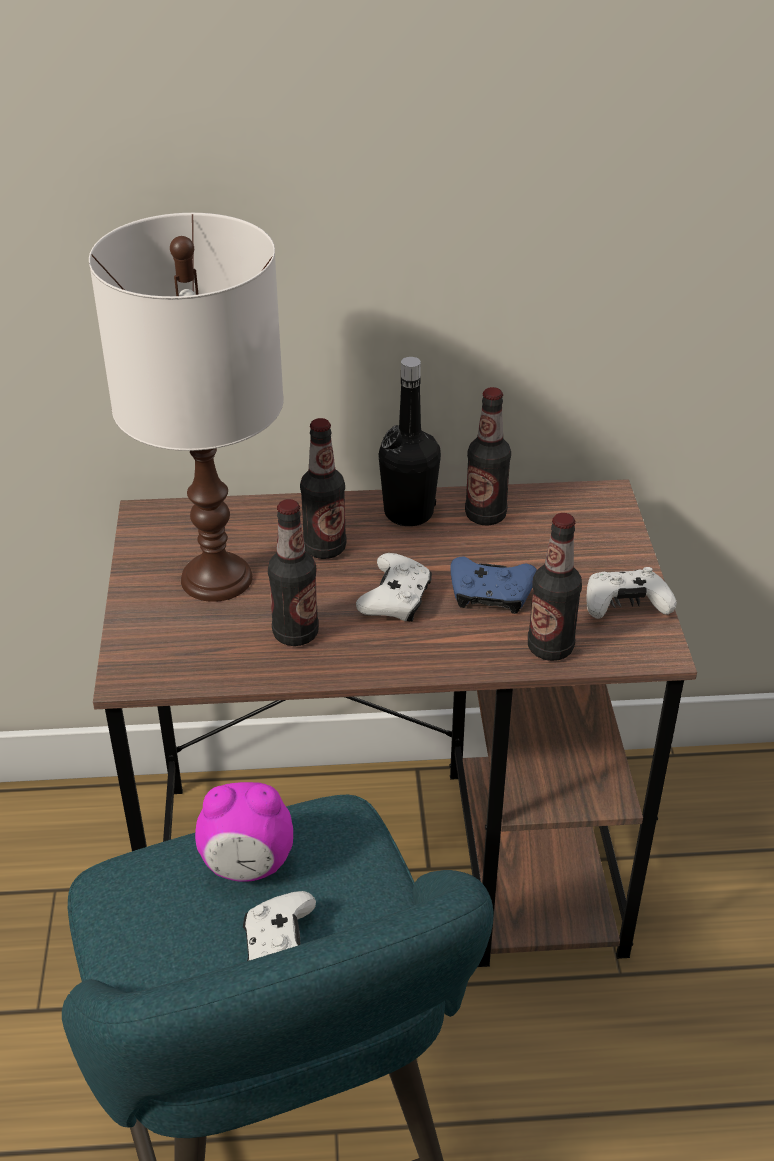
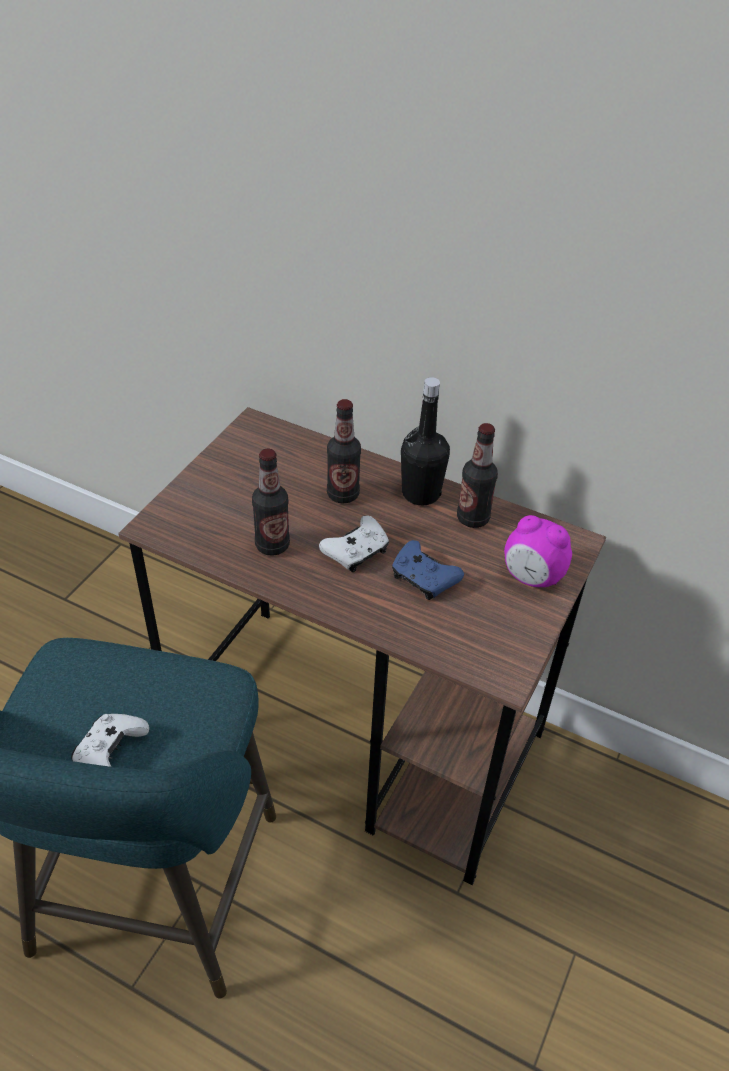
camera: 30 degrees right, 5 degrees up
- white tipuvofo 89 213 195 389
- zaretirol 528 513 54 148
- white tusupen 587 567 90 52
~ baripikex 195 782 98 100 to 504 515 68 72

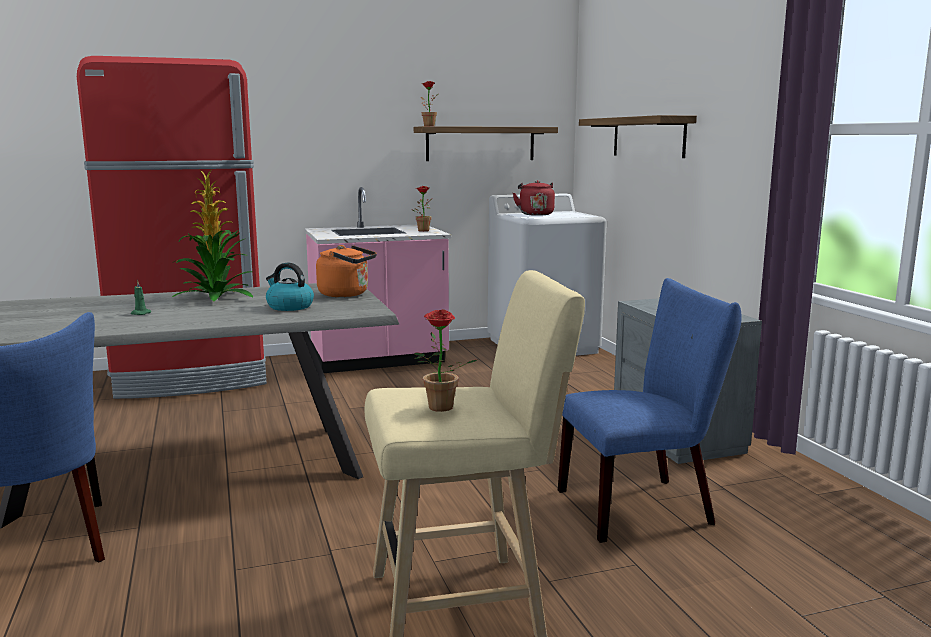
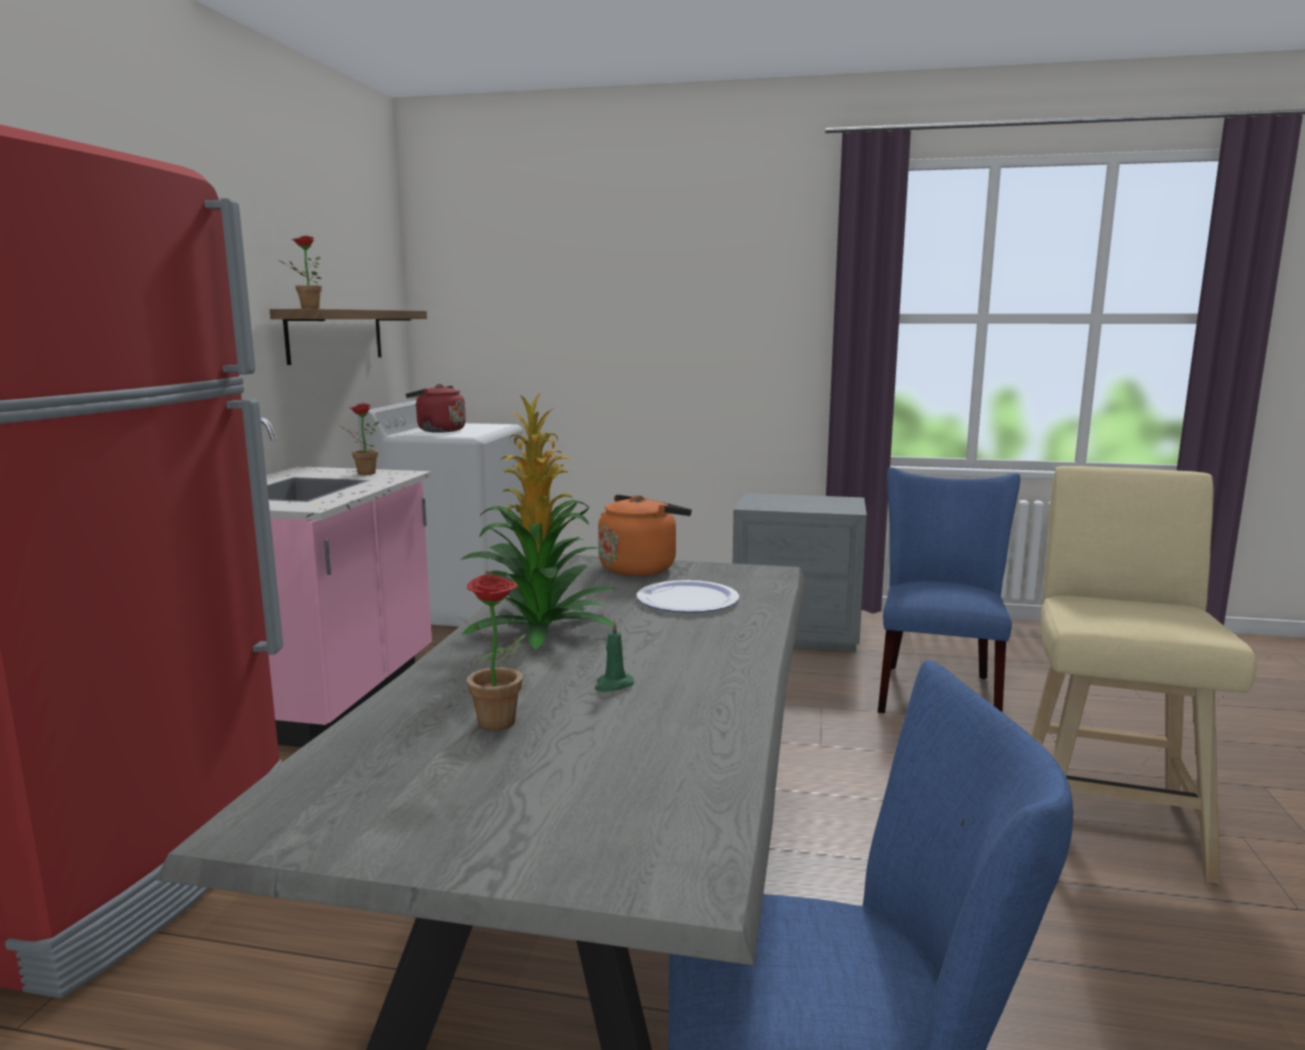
camera: 60 degrees left, 0 degrees up
- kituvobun 579 115 118 43
~ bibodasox 266 263 48 48 to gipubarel 636 580 103 33
~ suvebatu 414 309 63 103 to 458 574 68 156

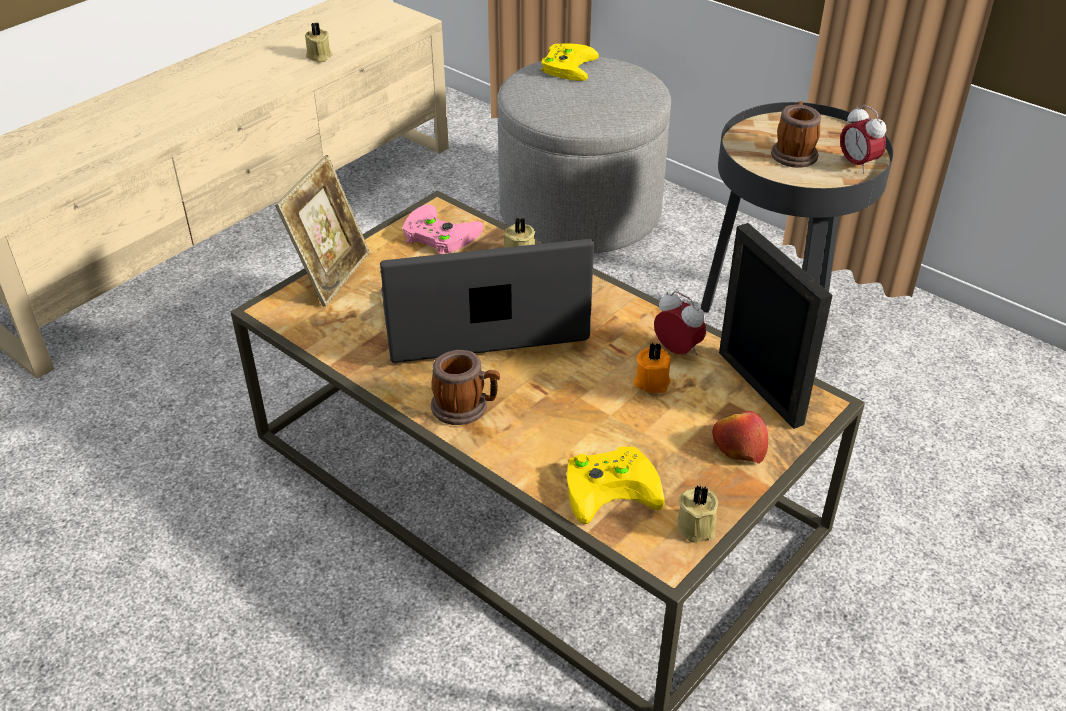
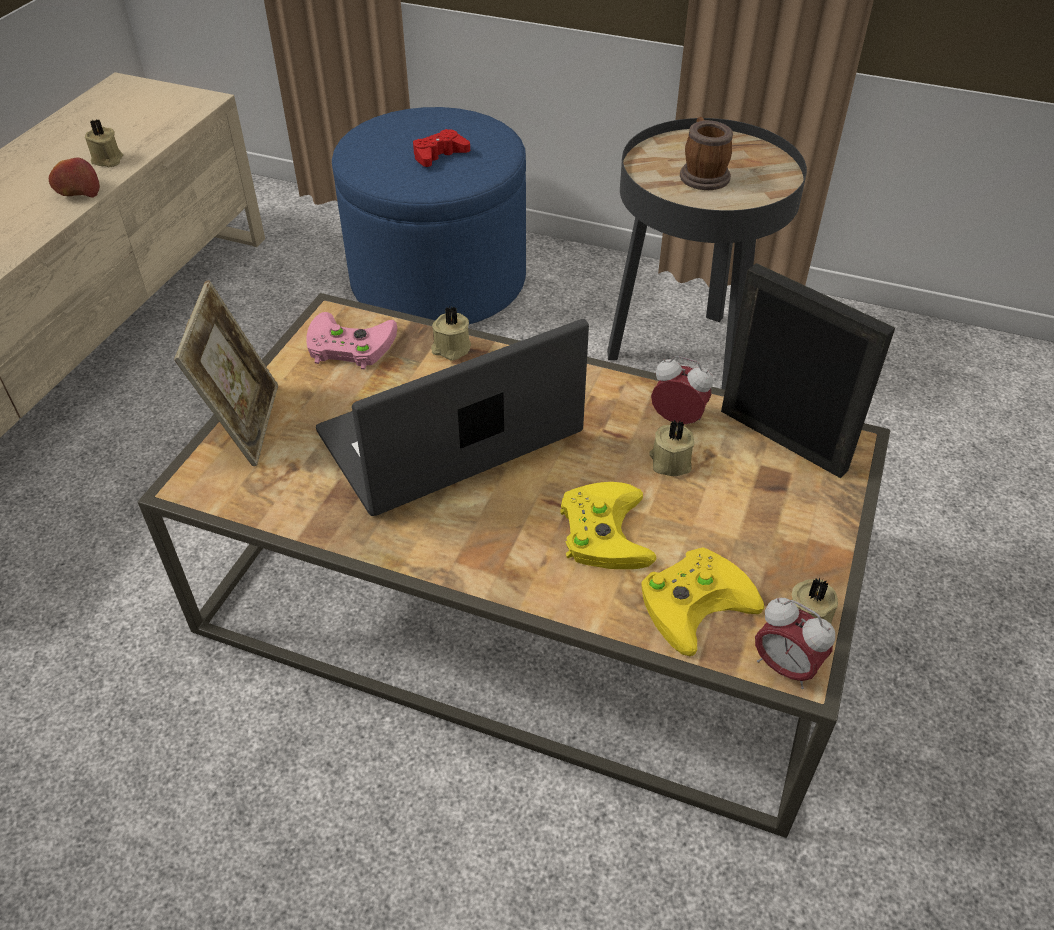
camera: 20 degrees left, 5 degrees up
~ yellow tusupen 541 43 58 38 to 560 482 96 87
~ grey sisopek 497 57 174 196 to blue sisopek 332 107 194 217
~ baripikex 840 105 47 69 to 755 598 80 91
~ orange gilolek 634 342 37 51 to beige gilolek 649 420 45 56
- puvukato 431 350 69 75
~ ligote 712 411 56 53 to 49 158 51 40
+ red tusupen 413 129 57 38

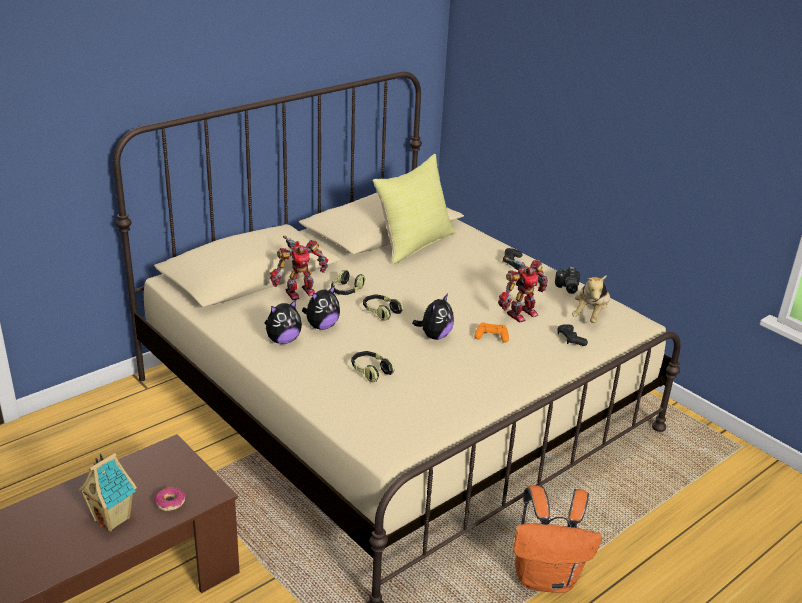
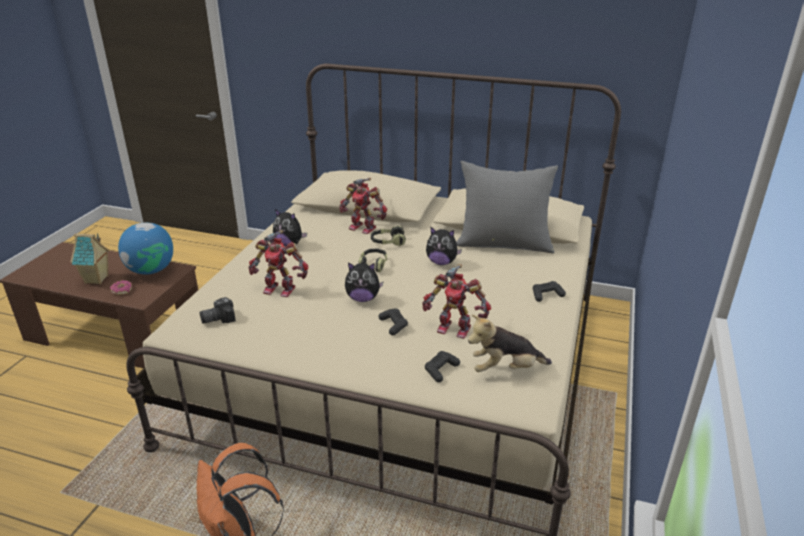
camera: 60 degrees right, 0 degrees up
~ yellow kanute 373 154 83 110 to grey kanute 456 161 102 92
~ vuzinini 555 267 25 27 to 200 297 36 27
~ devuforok 302 285 38 45 to 426 227 36 38
~ orange tusupen 474 322 35 21 to black tusupen 379 308 29 27
~ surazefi 351 351 44 31 to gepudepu 249 230 59 67
+ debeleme 118 222 55 52

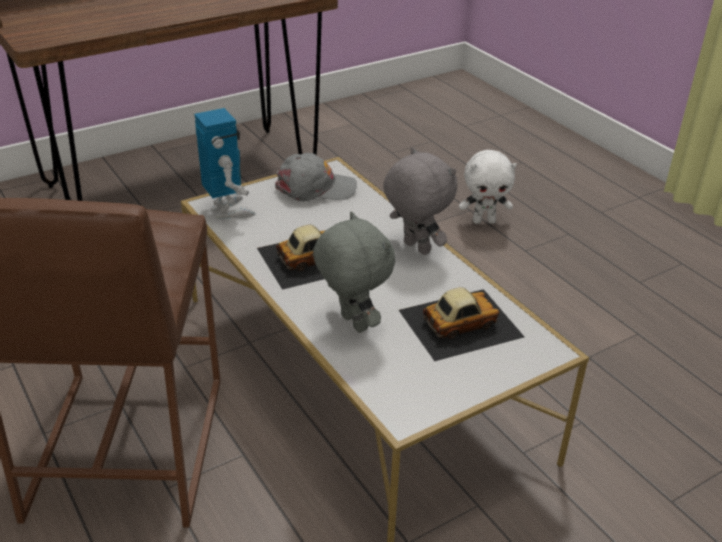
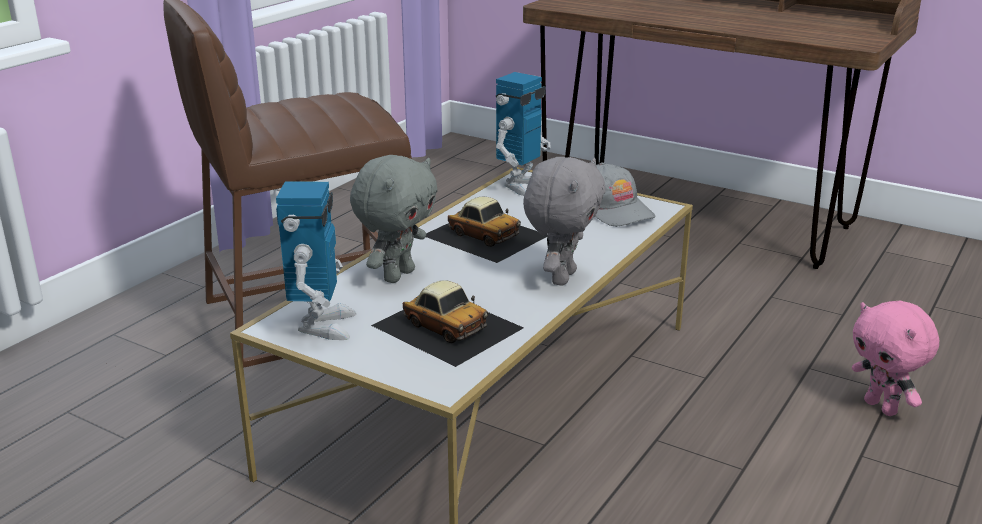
camera: 65 degrees right, 10 degrees down
~ white devuforok 459 150 58 74 to pink devuforok 852 301 87 115
+ gepudepu 276 181 81 159

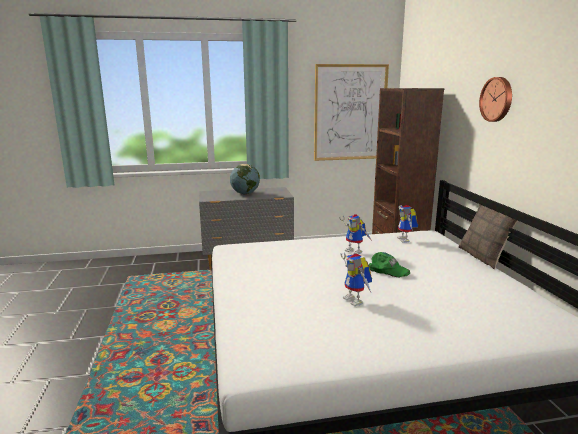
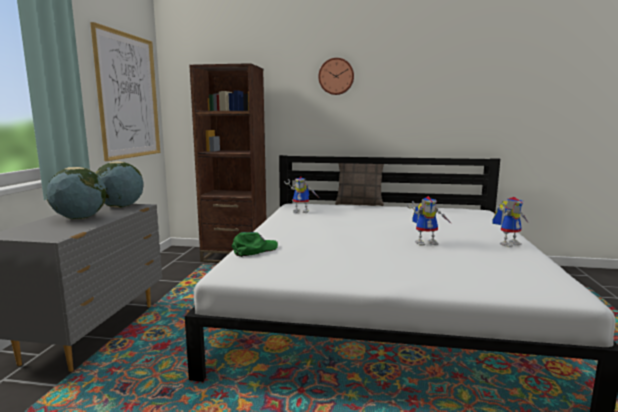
camera: 70 degrees left, 5 degrees down
~ gepudepu 339 214 34 40 to 492 197 36 50
~ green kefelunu 369 252 41 25 to 231 232 47 25
+ debeleme 96 161 47 47

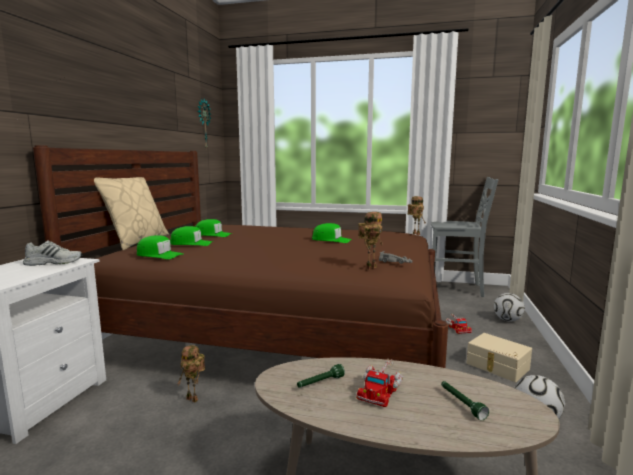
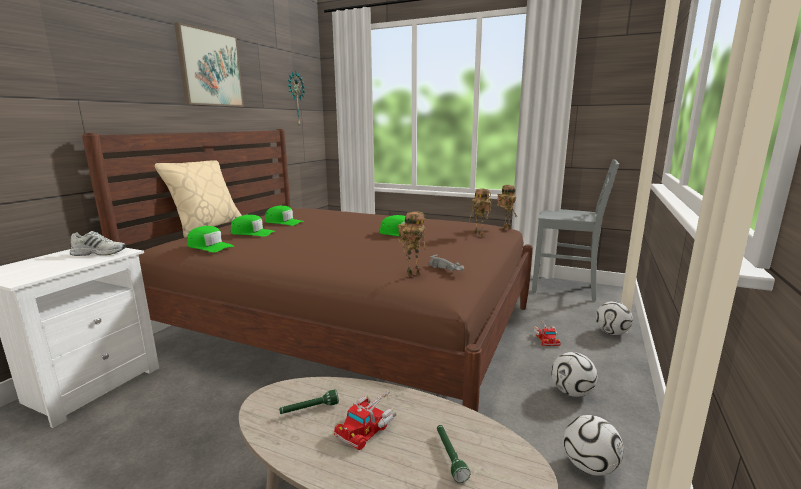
camera: 10 degrees right, 5 degrees up
~ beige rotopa 467 333 65 49 to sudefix 551 352 47 45
~ gepudepu 178 345 27 57 to 469 189 23 48
+ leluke 174 22 70 85

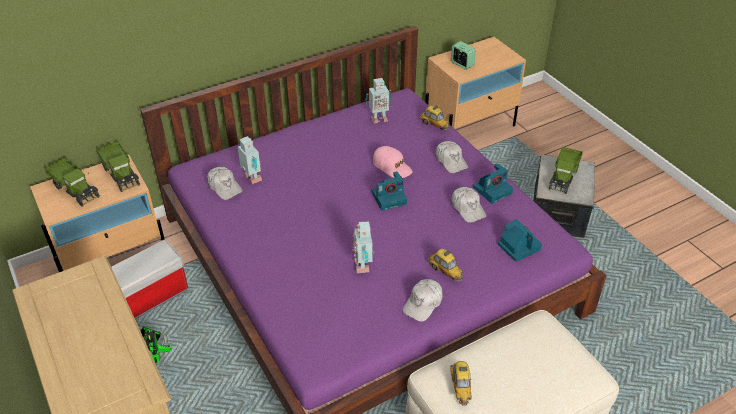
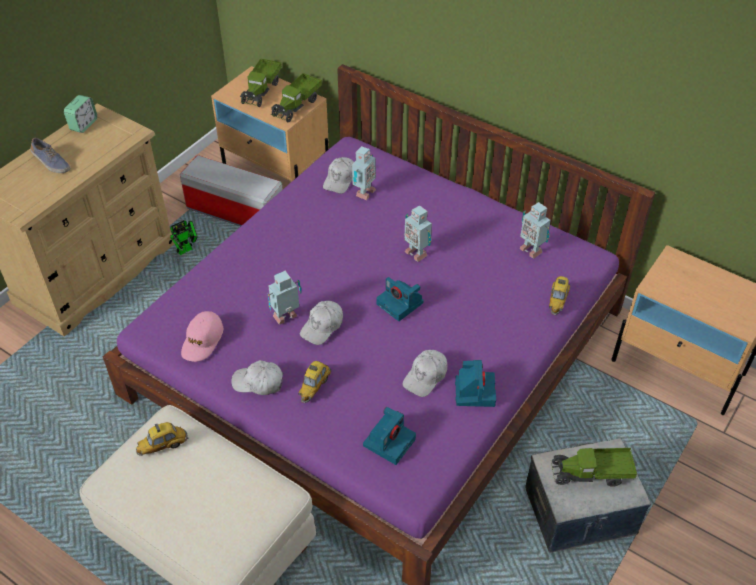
camera: 65 degrees right, 5 degrees up
~ baripikex 451 41 25 29 to 64 95 33 38
~ white kefelunu 436 141 32 32 to 300 301 43 44
~ pink kefelunu 373 146 39 32 to 181 311 42 51
~ vuzinini 473 163 40 41 = 455 360 41 47 120 degrees counterclockwise
+ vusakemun 30 138 40 35
+ gepudepu 404 205 28 57

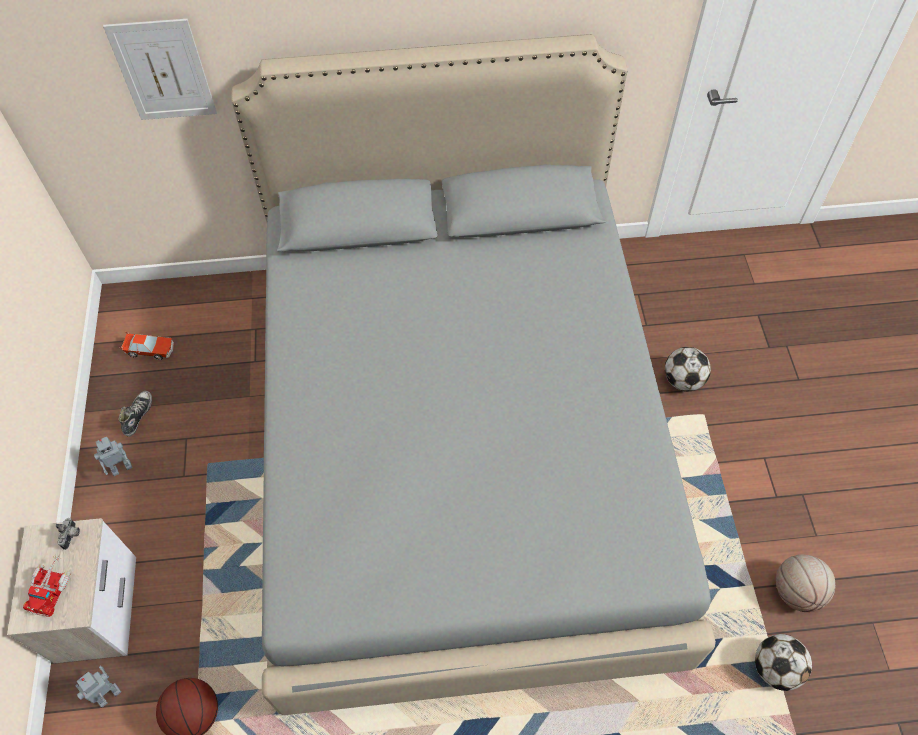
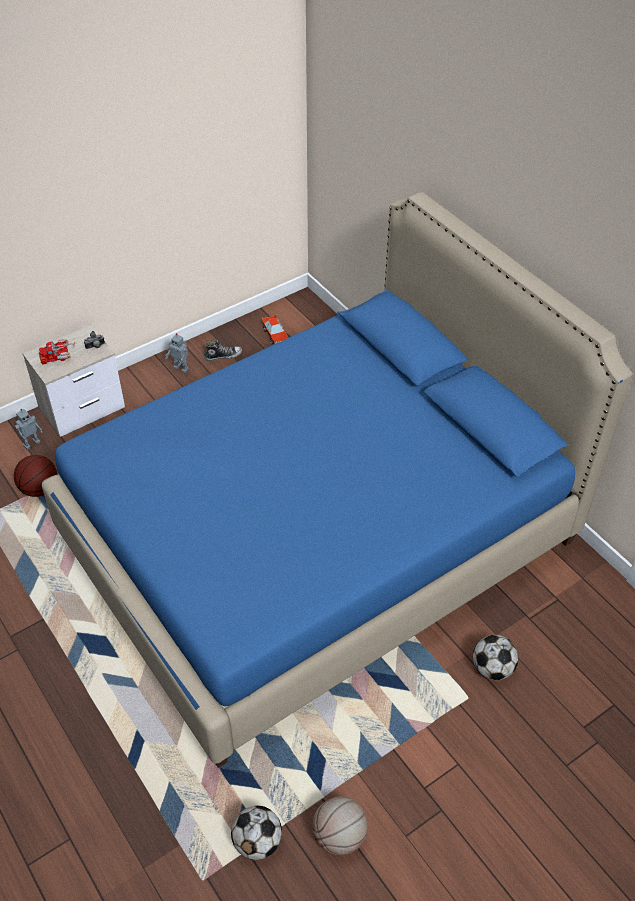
camera: 60 degrees right, 10 degrees down
- leluke 103 19 114 101
~ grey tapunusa 231 34 485 681 to blue tapunusa 42 192 591 576
~ gepudepu 75 665 46 43 = 15 409 27 41 120 degrees clockwise

